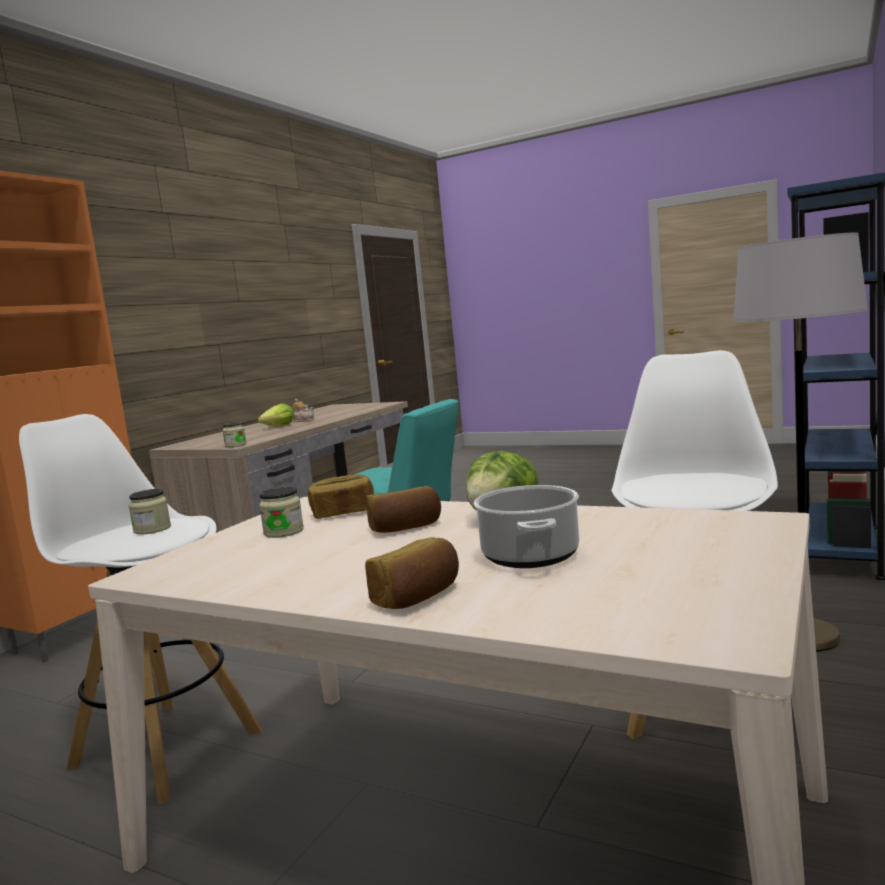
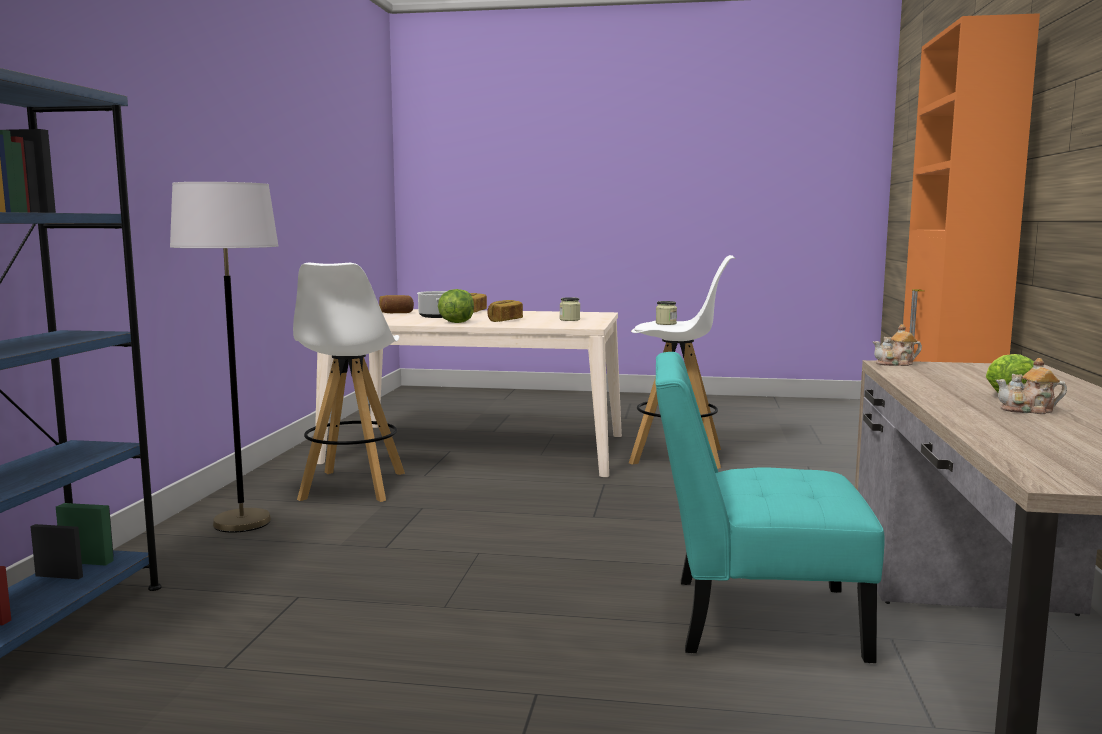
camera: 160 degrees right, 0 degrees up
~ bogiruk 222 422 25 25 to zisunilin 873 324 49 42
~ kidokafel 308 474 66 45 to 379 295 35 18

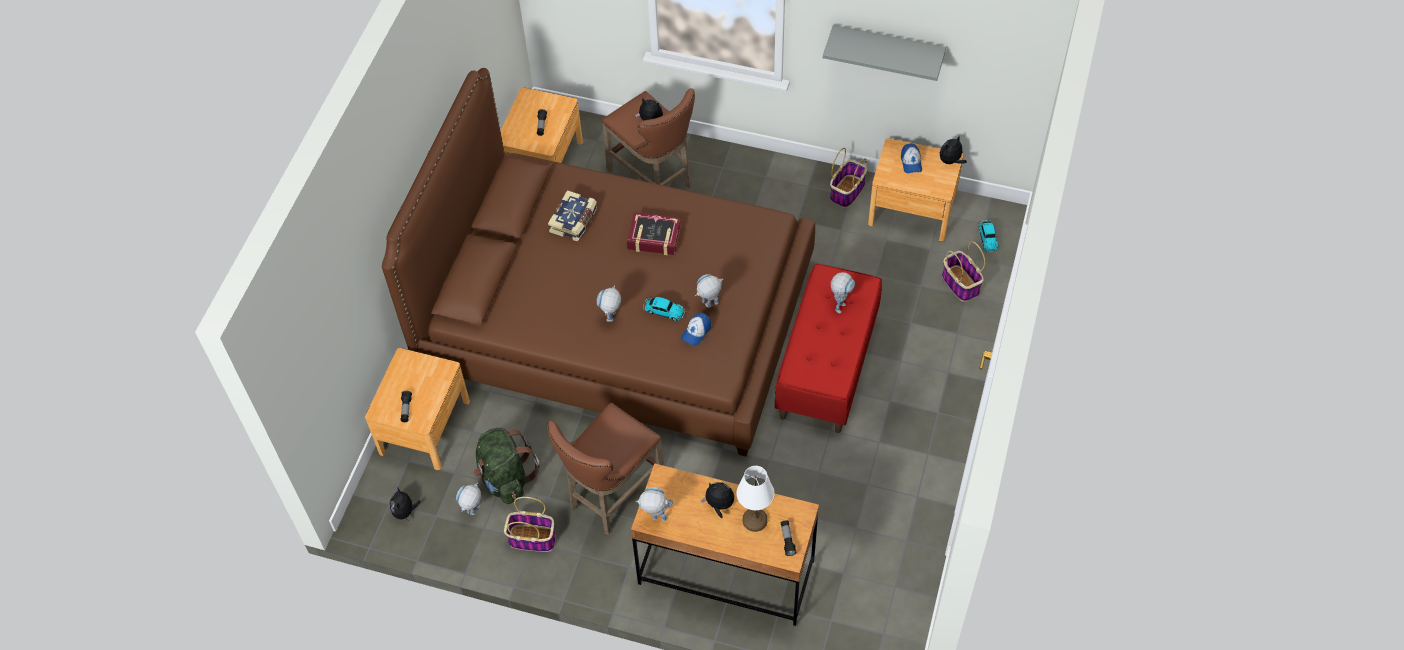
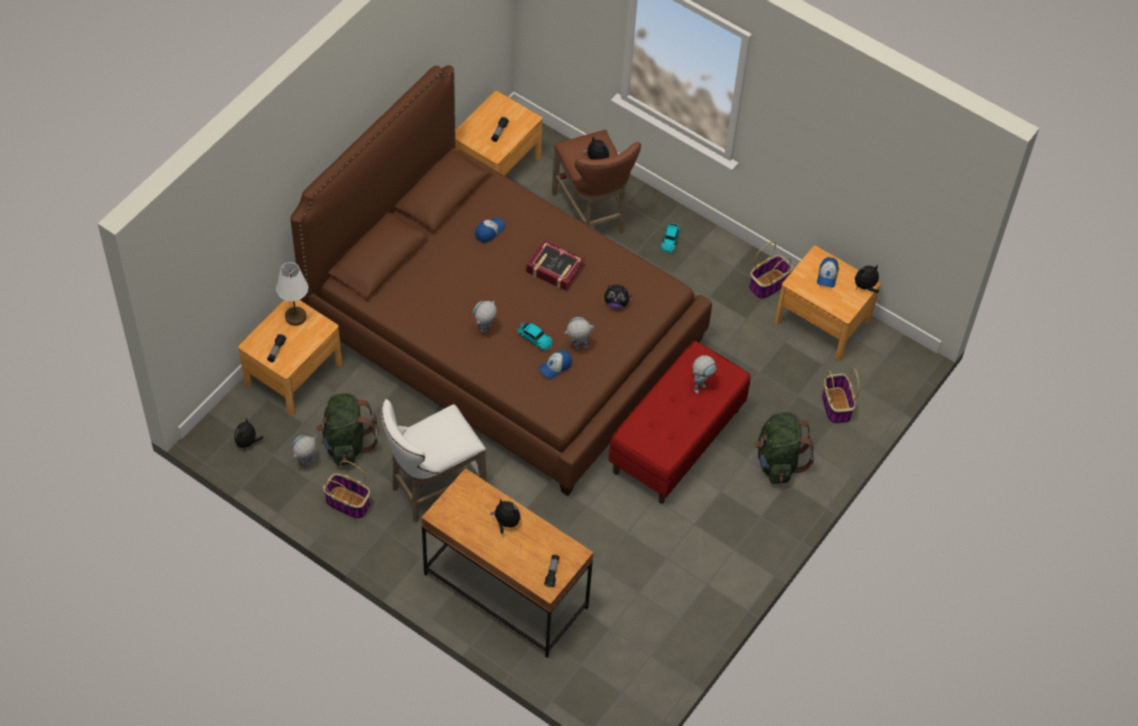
camera: 15 degrees right, 0 degrees up
- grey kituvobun 823 25 123 56
~ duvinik 548 190 49 51 to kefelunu 475 217 30 26
~ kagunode 979 220 20 32 to 661 222 20 32
~ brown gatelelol 547 403 117 132 to white gatelelol 381 399 106 124
~ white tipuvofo 736 466 38 66 to 276 262 32 64
- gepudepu 636 487 37 34
+ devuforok 604 285 28 24
+ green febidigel 754 412 61 72

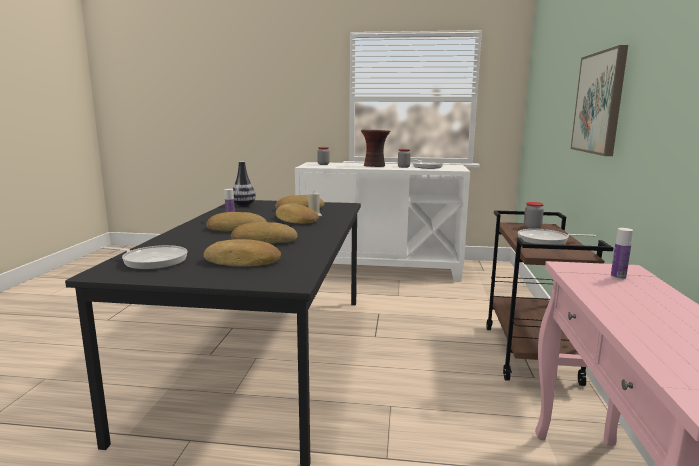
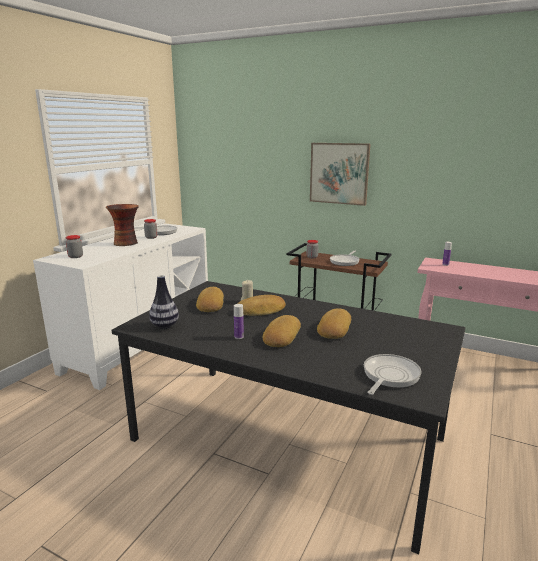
camera: 70 degrees left, 5 degrees up
- kidokafel 204 239 77 28

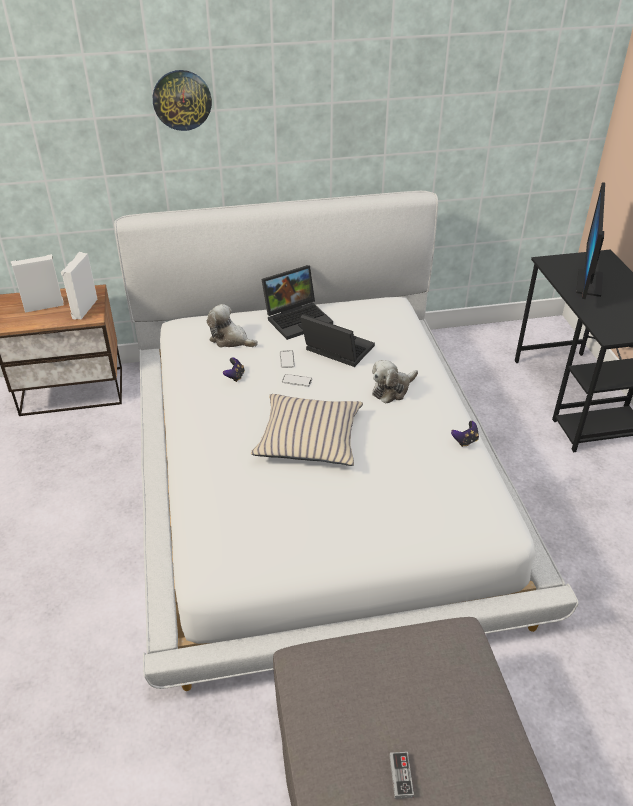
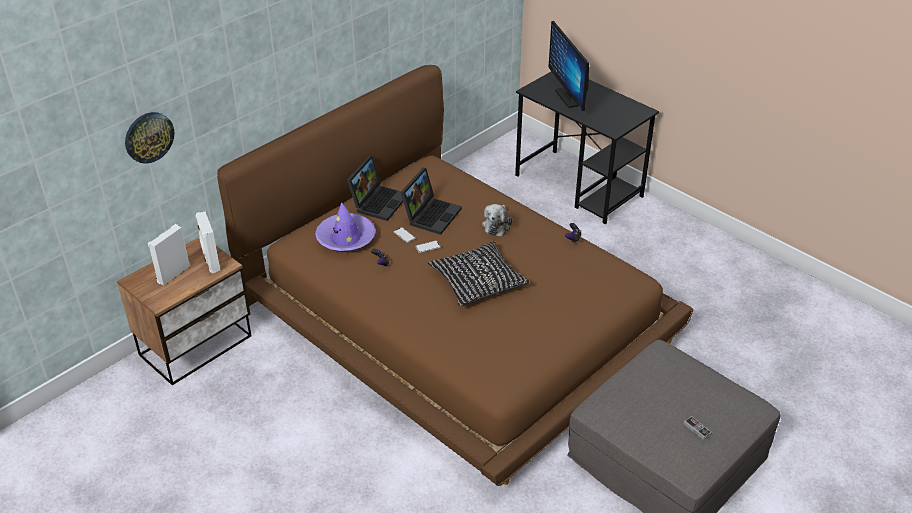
camera: 35 degrees left, 0 degrees up
~ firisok 153 70 59 61 to 125 112 50 52
~ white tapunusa 114 191 465 500 to brown tapunusa 217 65 476 421
~ devuforok 207 304 51 43 to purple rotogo 315 202 61 50
~ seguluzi 300 314 75 53 = 401 168 61 67 120 degrees clockwise
~ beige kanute 251 394 112 72 to black kanute 428 241 102 65

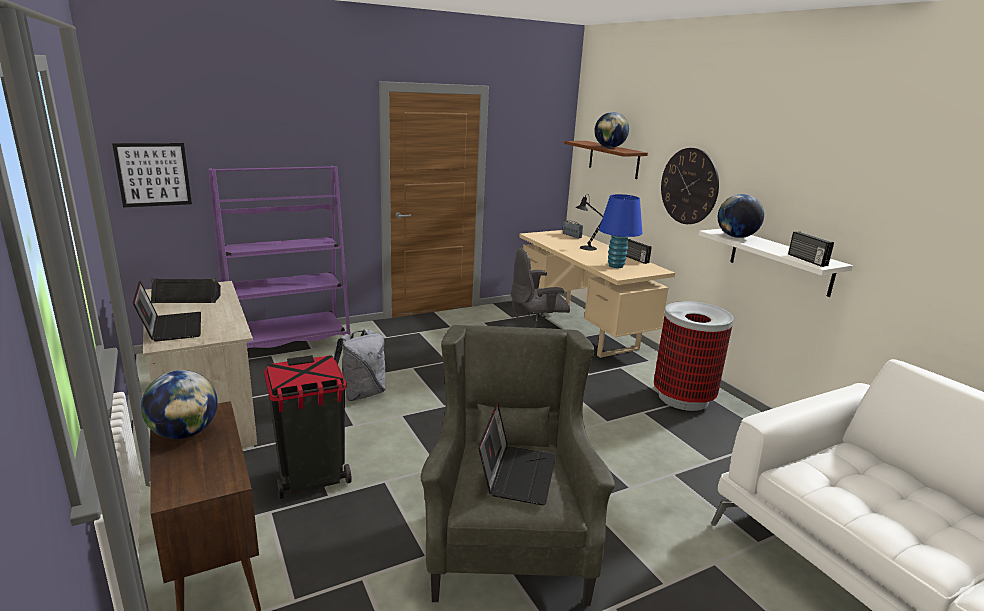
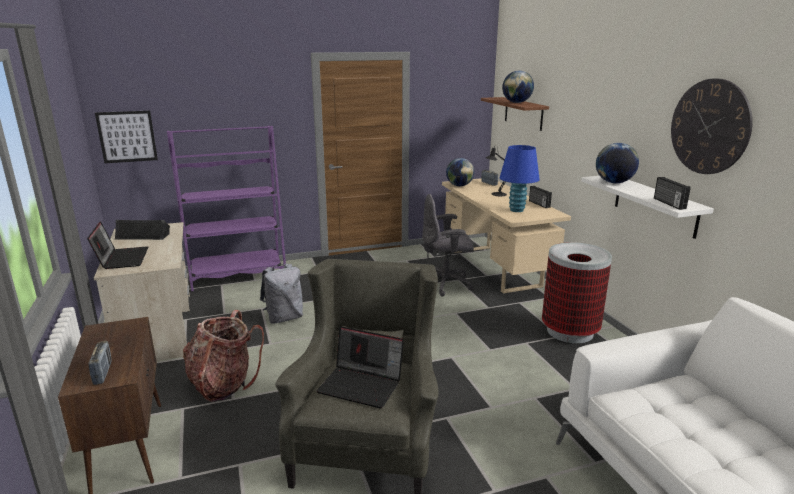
camera: 10 degrees right, 0 degrees up
~ firisok 661 148 58 76 to 671 78 82 96
~ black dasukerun 264 355 88 144 to febidigel 183 310 81 92
~ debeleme 141 370 77 69 to 446 158 28 28
~ seguluzi 478 403 78 102 = 317 326 87 83 90 degrees clockwise
+ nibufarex 88 341 24 44

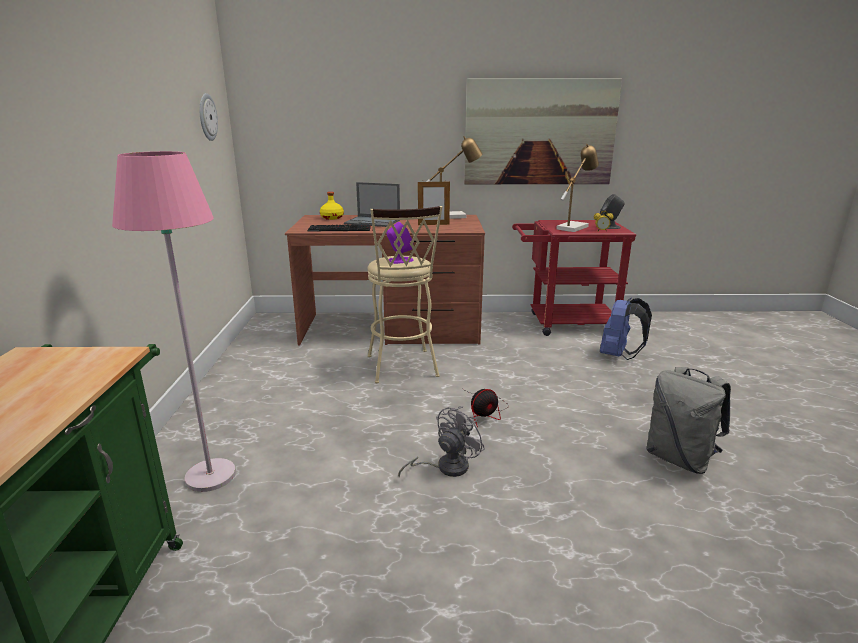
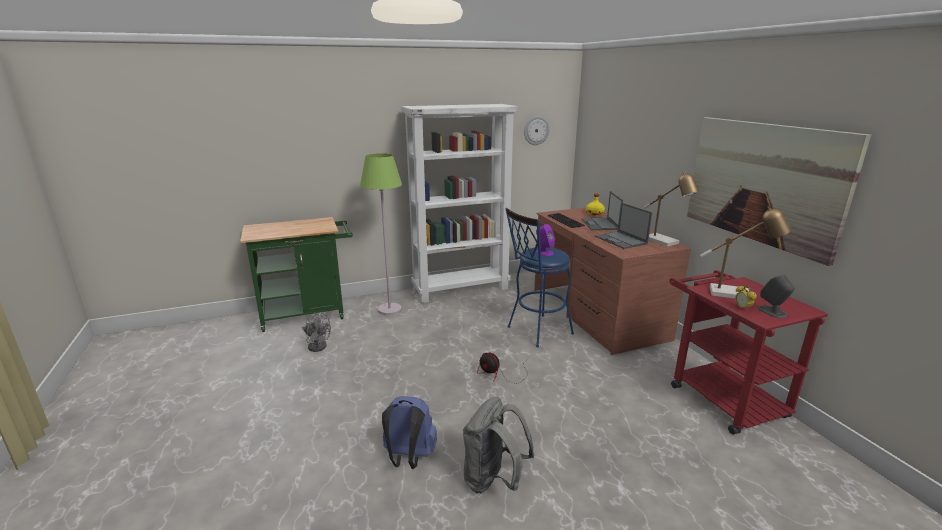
camera: 70 degrees right, 0 degrees up
~ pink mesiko 112 151 124 341 to green mesiko 360 153 42 162
~ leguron 418 180 32 45 to seguluzi 595 203 57 46
~ beige gatelelol 367 206 75 177 to blue gatelelol 505 208 69 139
~ blue febidigel 600 297 52 63 to 382 396 55 73
~ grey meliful 398 406 87 72 to 302 312 29 40
+ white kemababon 401 104 117 199

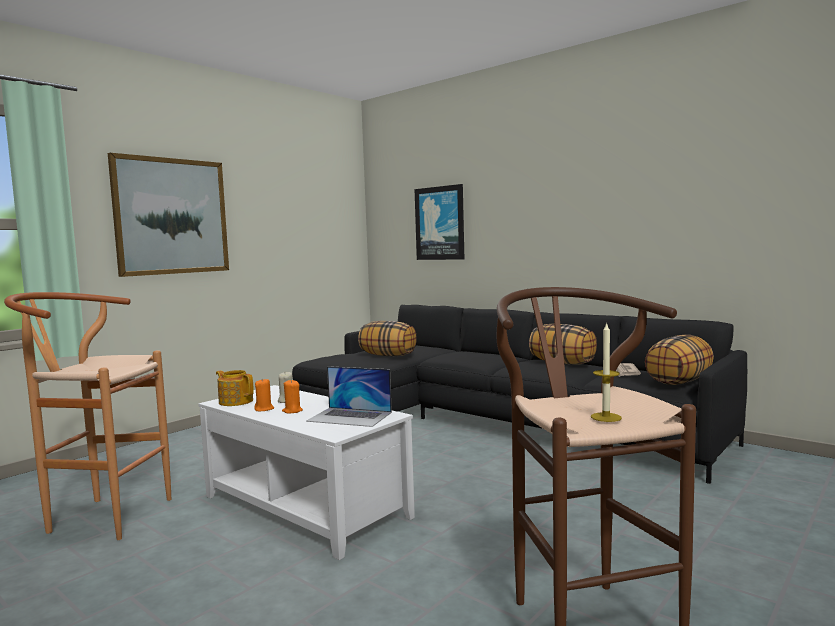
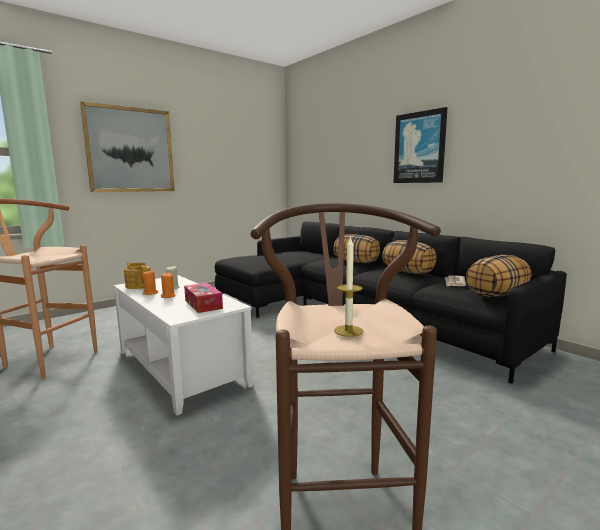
camera: 10 degrees right, 5 degrees up
~ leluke 414 184 50 76 to 394 107 54 76
~ kanute 358 321 59 35 to 334 234 46 29
~ seguluzi 306 366 86 61 to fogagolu 184 283 39 30

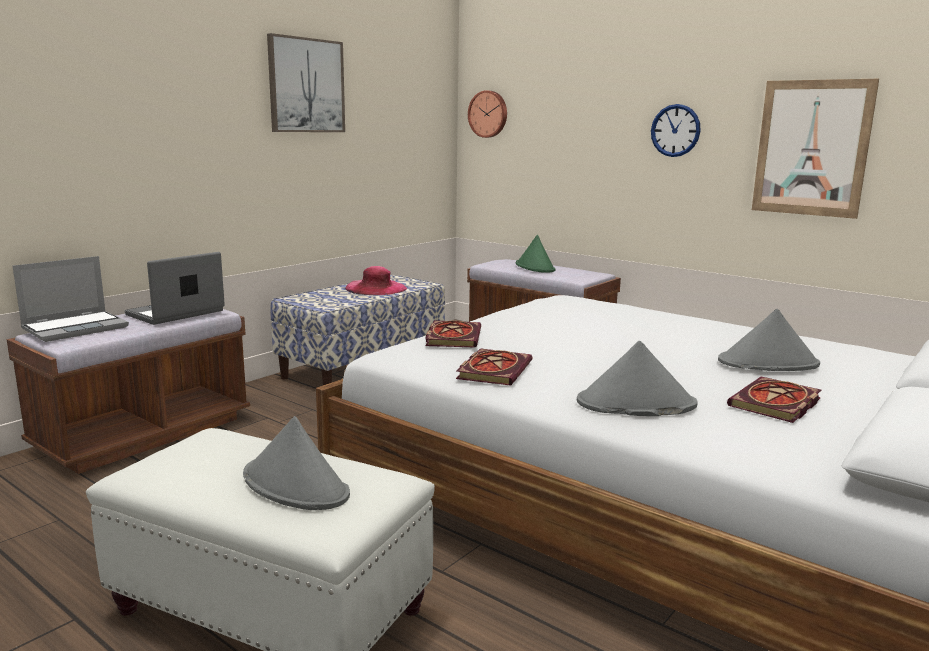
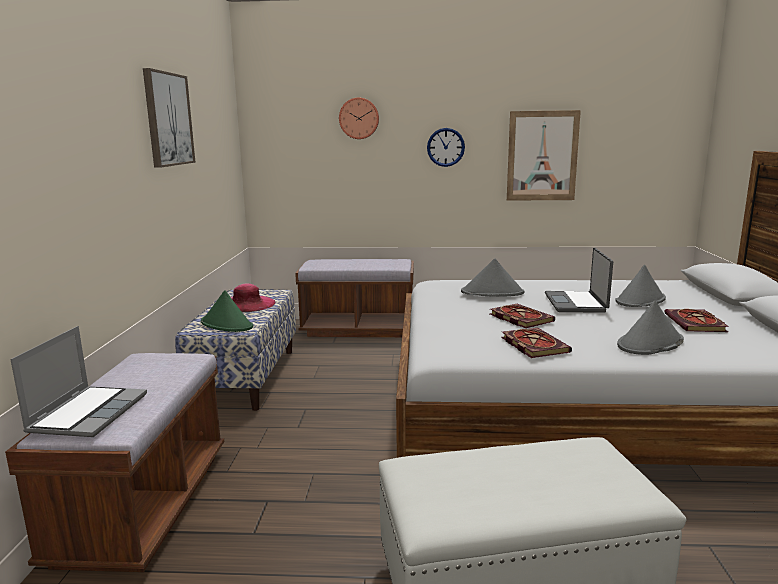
camera: 35 degrees left, 0 degrees up
~ firisok 468 90 39 48 to 339 97 40 42
~ green rotogo 516 235 40 38 to 201 290 52 42
~ seguluzi 125 252 100 73 to 545 248 68 65
~ duvinik 426 320 55 28 to 490 304 65 24
~ grey rotogo 243 416 107 94 to 461 258 64 38

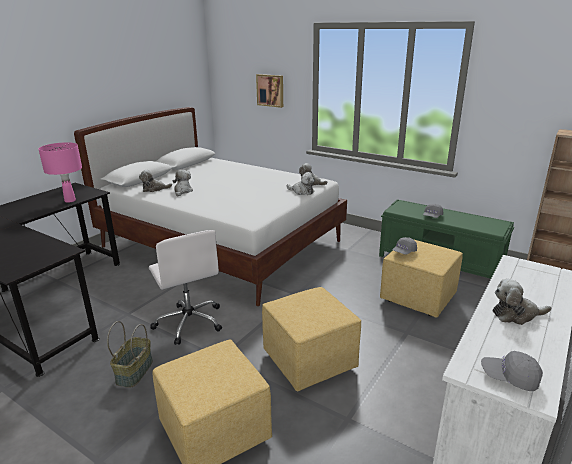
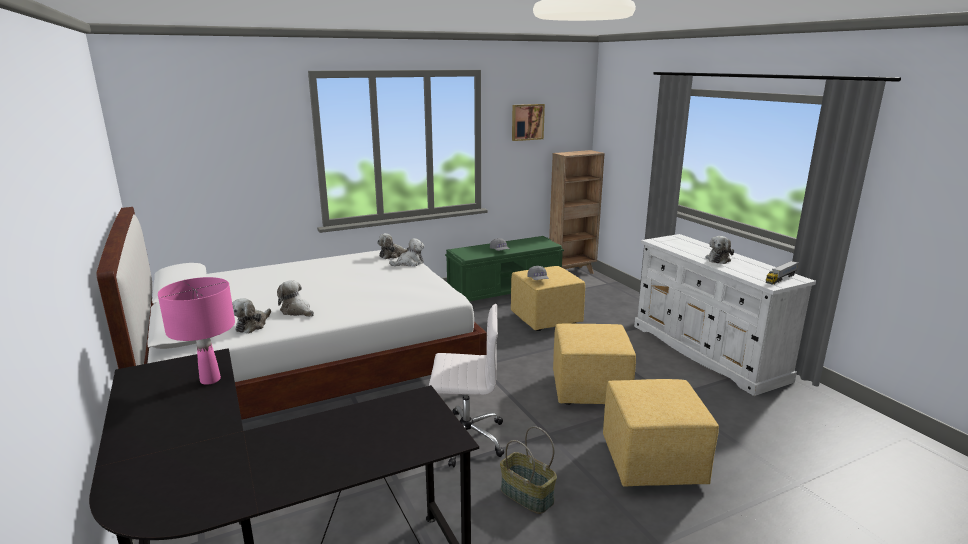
camera: 60 degrees left, 5 degrees down
~ leluke 256 74 27 34 to 512 104 33 37
~ grey kefelunu 481 351 62 40 to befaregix 766 261 32 23

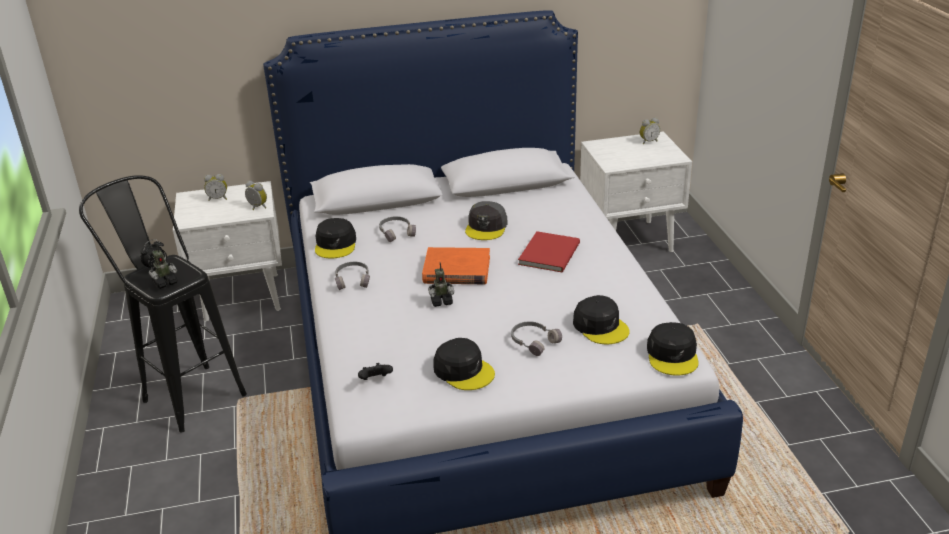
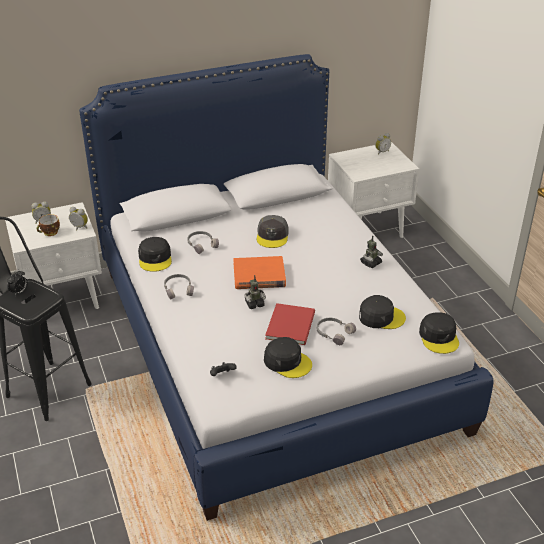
camera: 10 degrees left, 5 degrees up
~ red duvinik 518 231 62 41 to 265 303 50 42
~ gepudepu 149 243 28 46 to 360 235 23 33
~ black kefelunu 573 295 57 49 = 359 295 47 34 45 degrees counterclockwise
+ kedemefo 37 214 23 22

